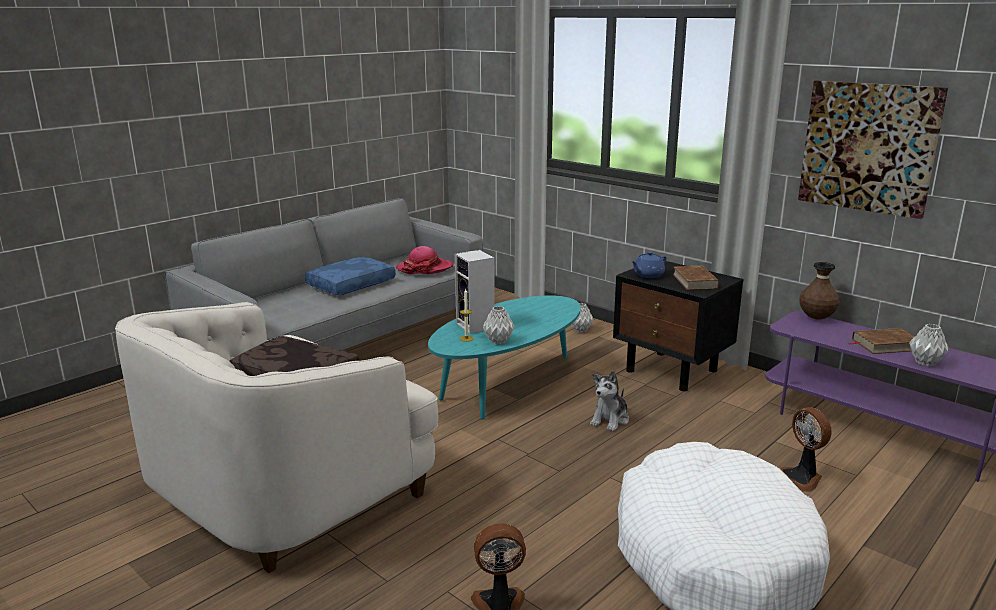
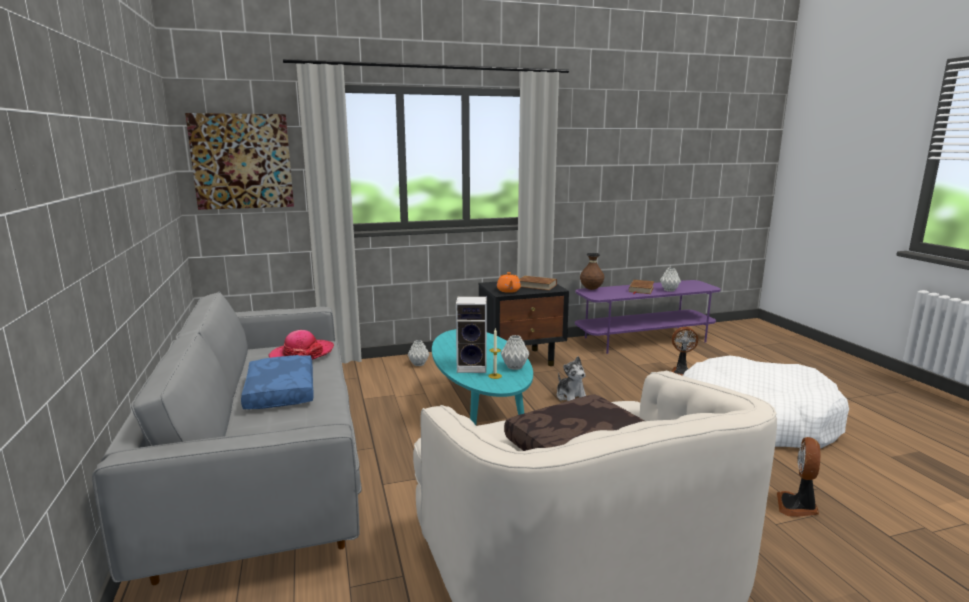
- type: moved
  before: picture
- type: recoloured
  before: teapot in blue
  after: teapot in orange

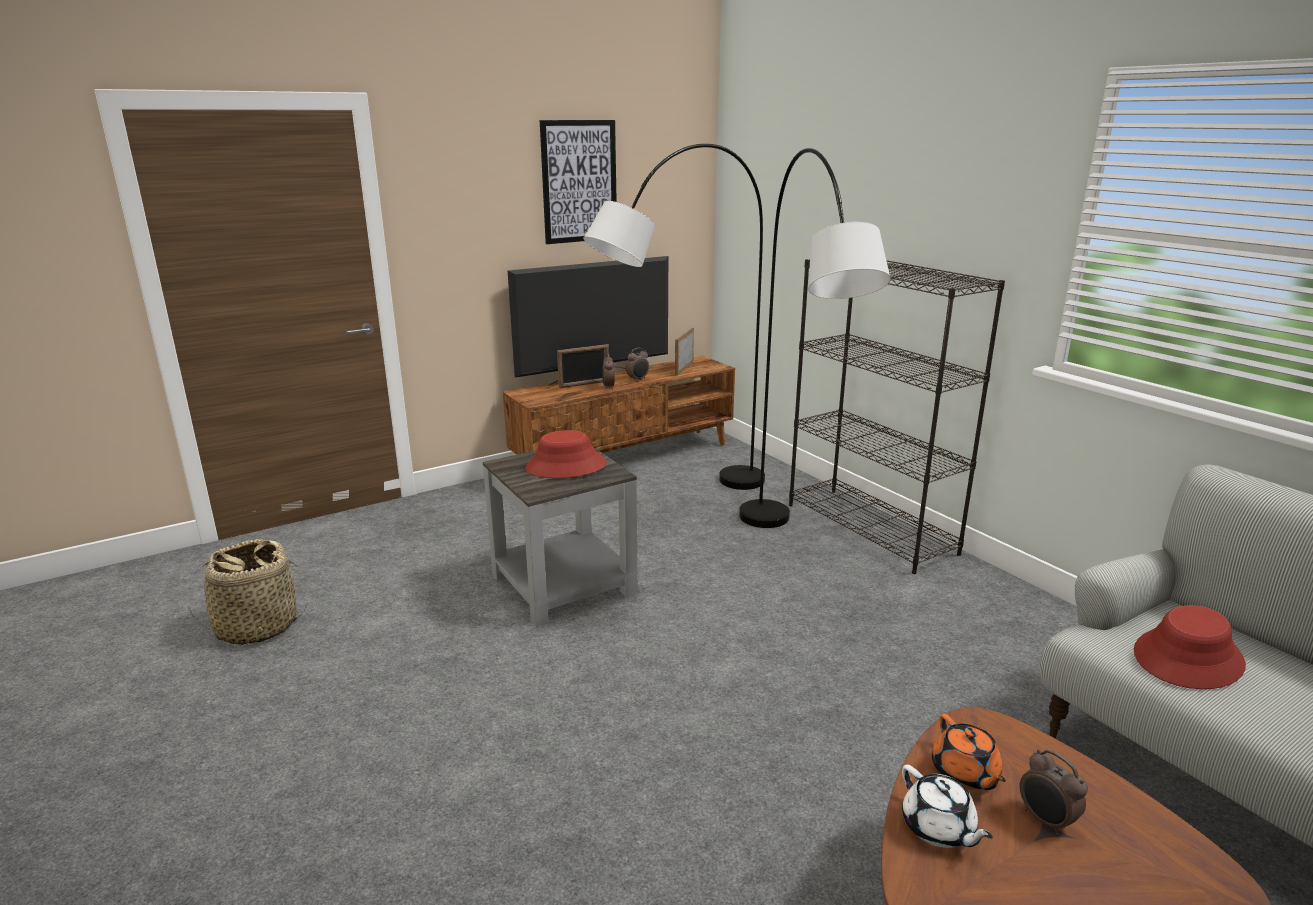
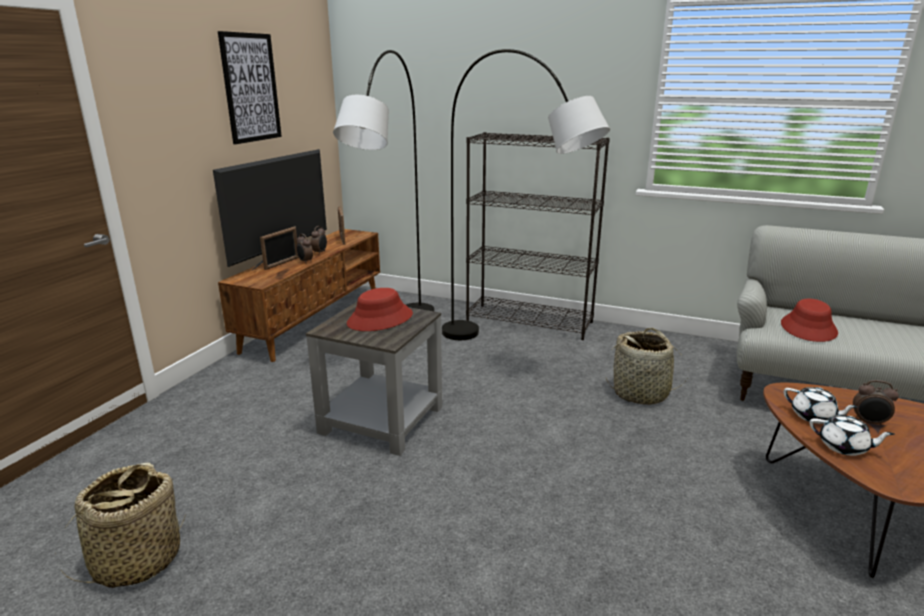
- type: added
  after: basket (2nd from left)
- type: recoloured
  before: teapot in orange
  after: teapot in white (1st from left)

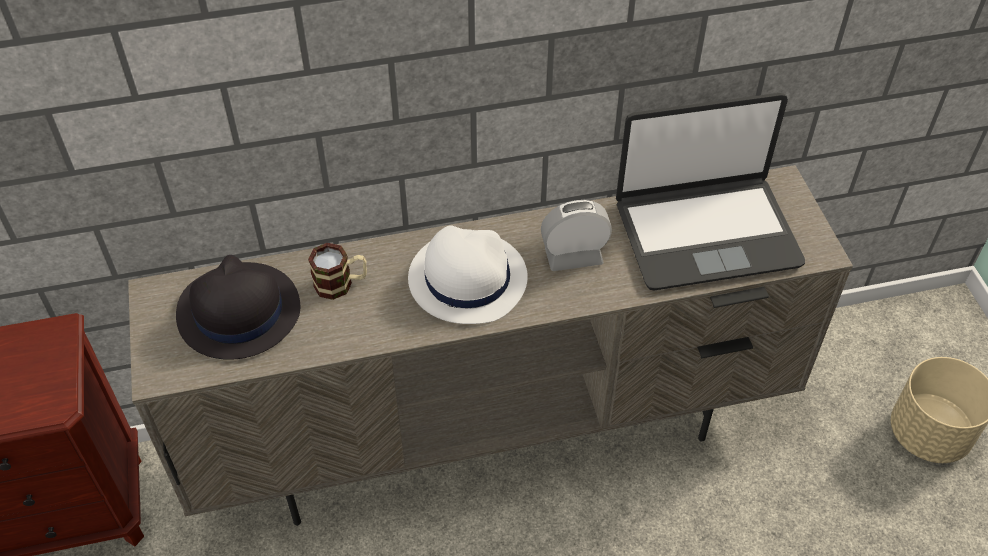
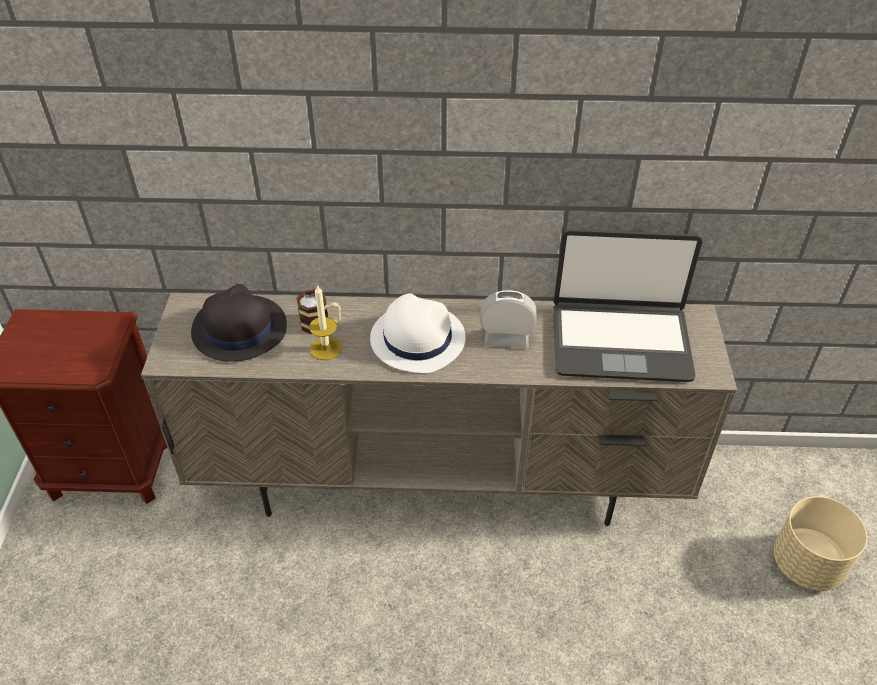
- type: added
  after: candle

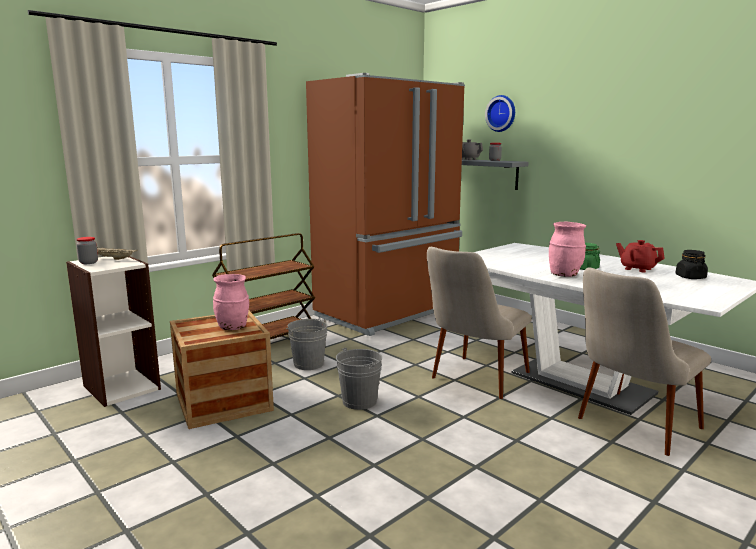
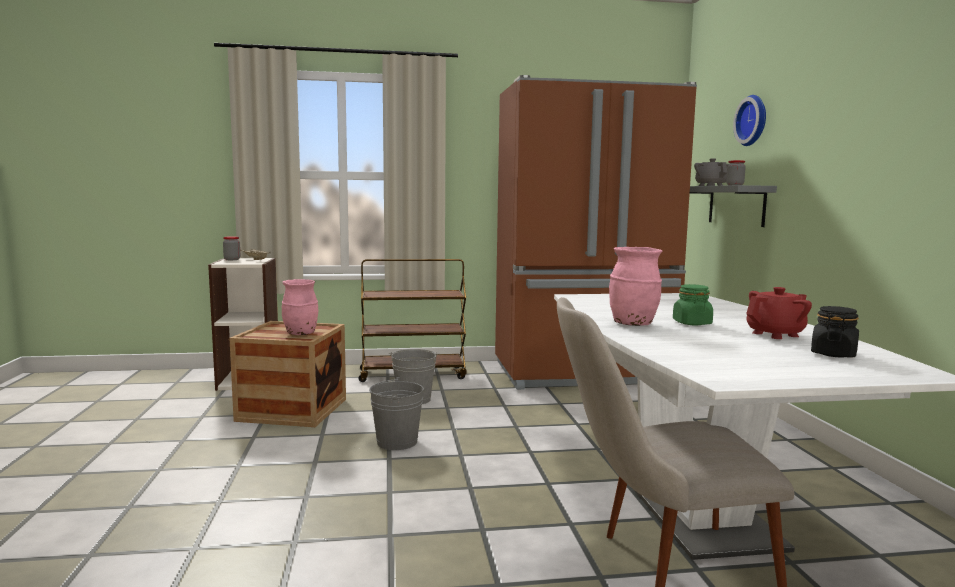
- type: removed
  before: chair in beige (1st from left)
- type: turned
  before: teapot in red
  turn: 75

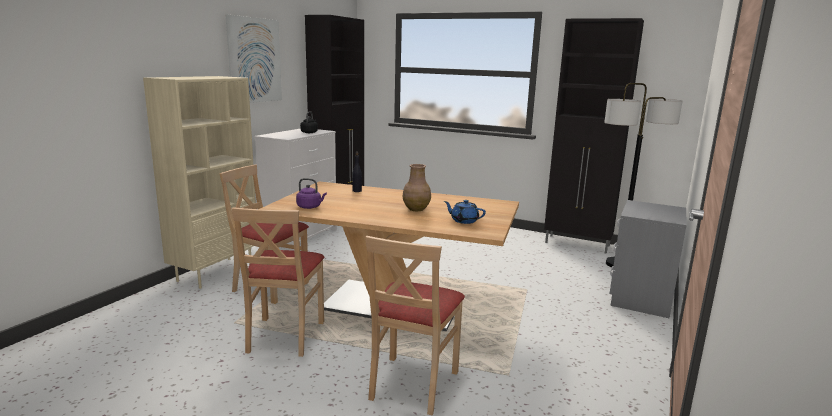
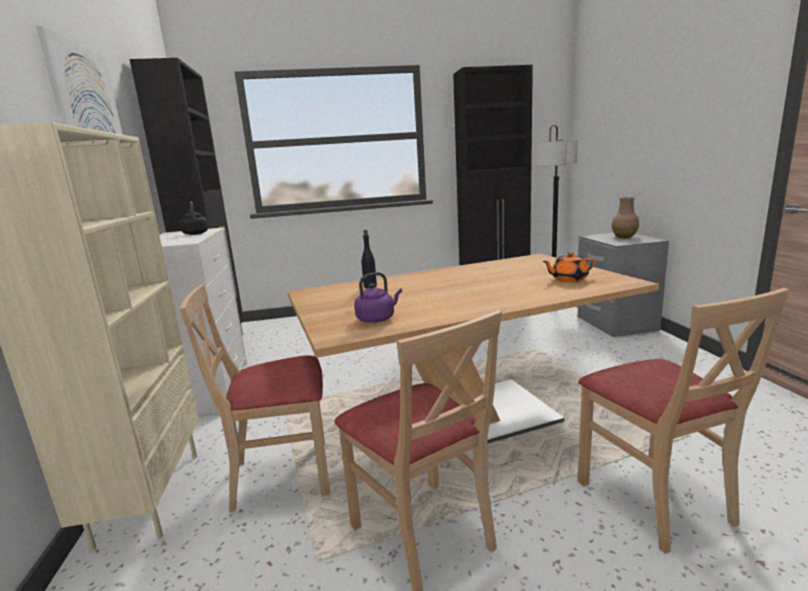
- type: moved
  before: vase in brown
- type: recoloured
  before: teapot in blue
  after: teapot in orange

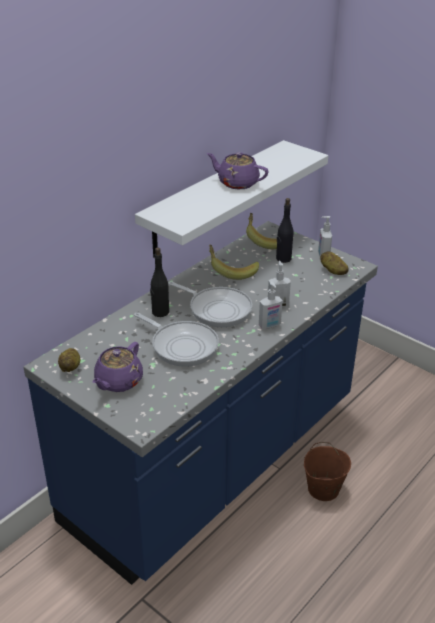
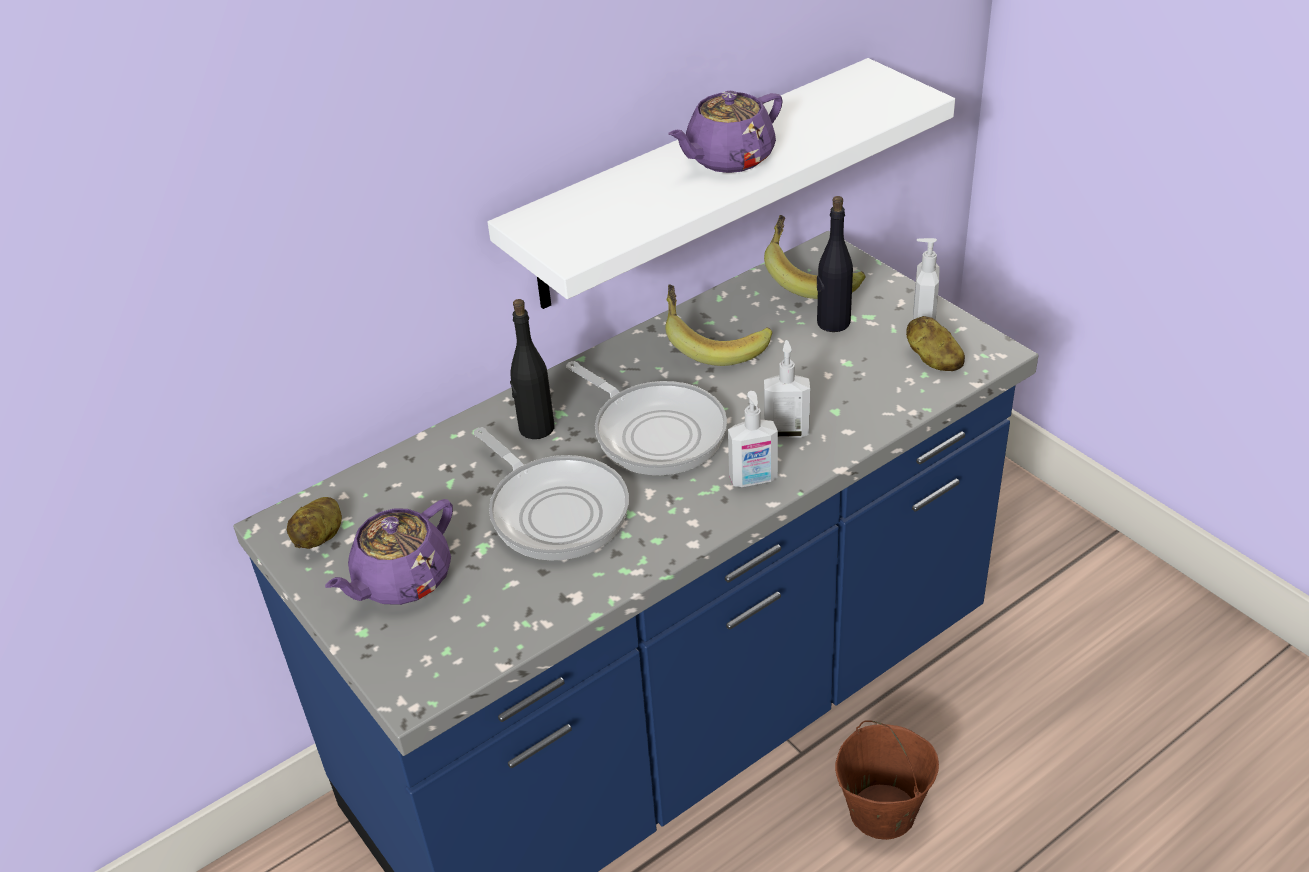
- type: turned
  before: teapot in purple (2nd from left)
  turn: -75

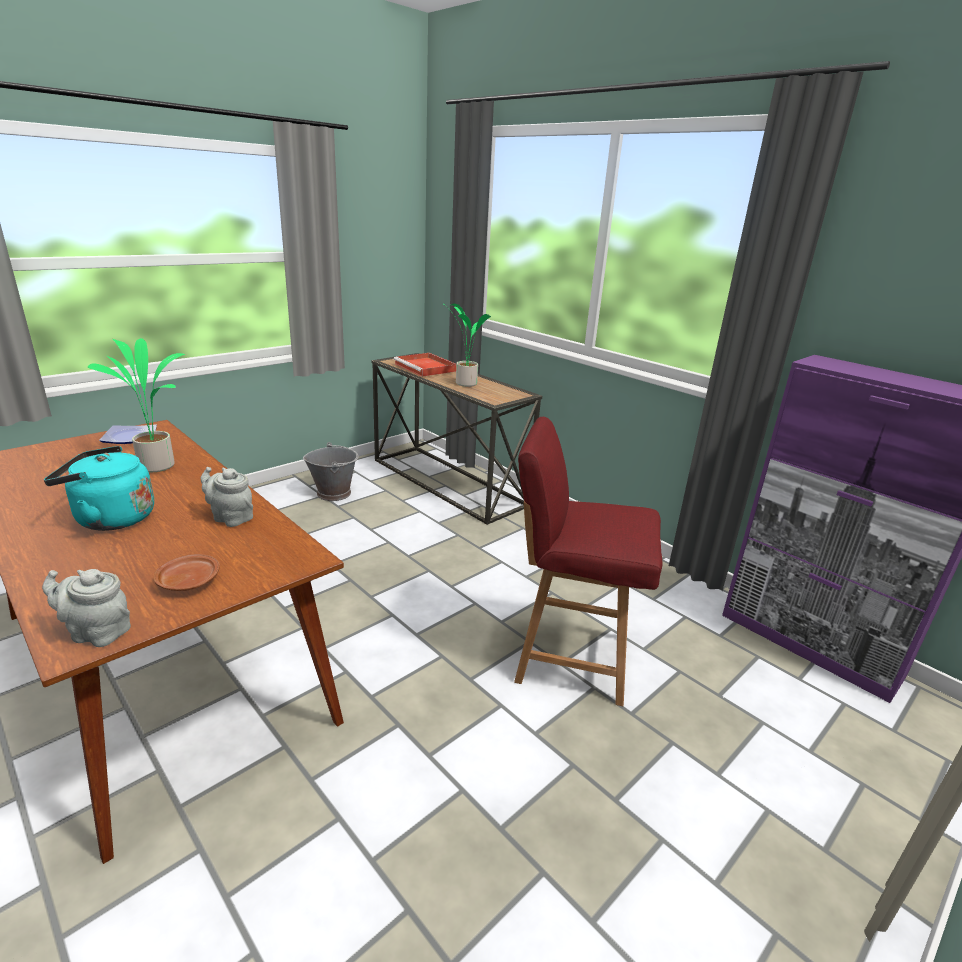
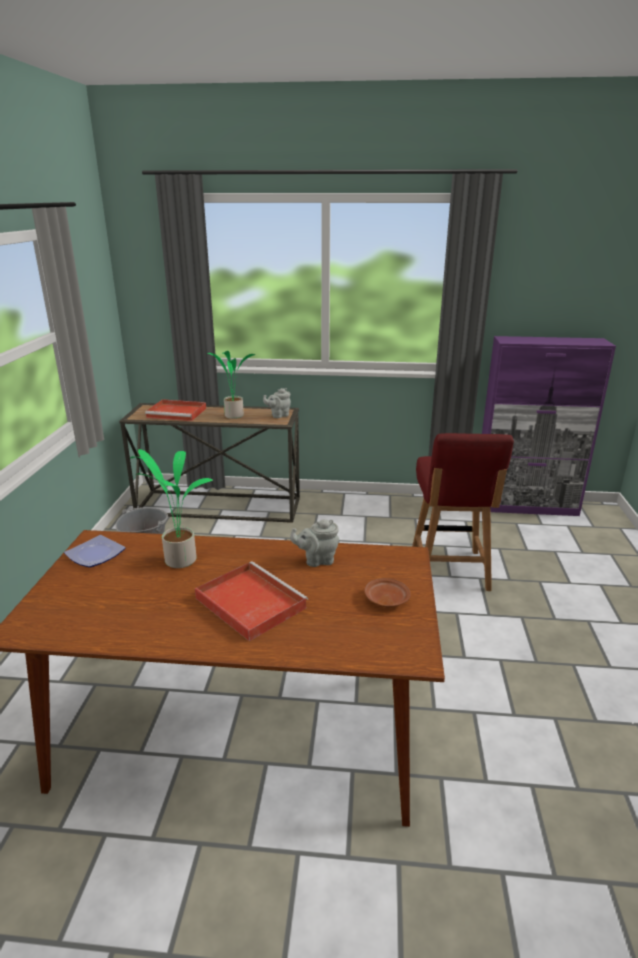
- type: moved
  before: teapot in grey (1st from left)
- type: replaced
  before: kettle in turquoise
  after: tray in red (2nd from left)
- type: turned
  before: chair in red
  turn: -60

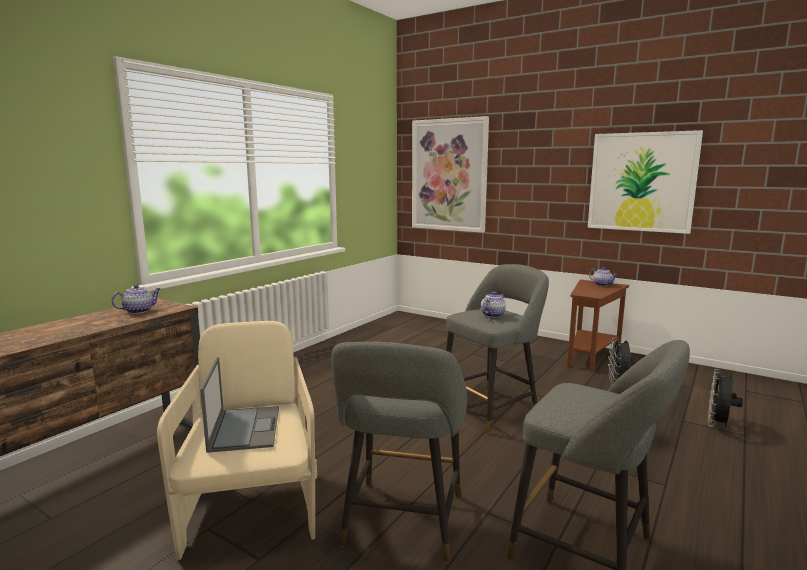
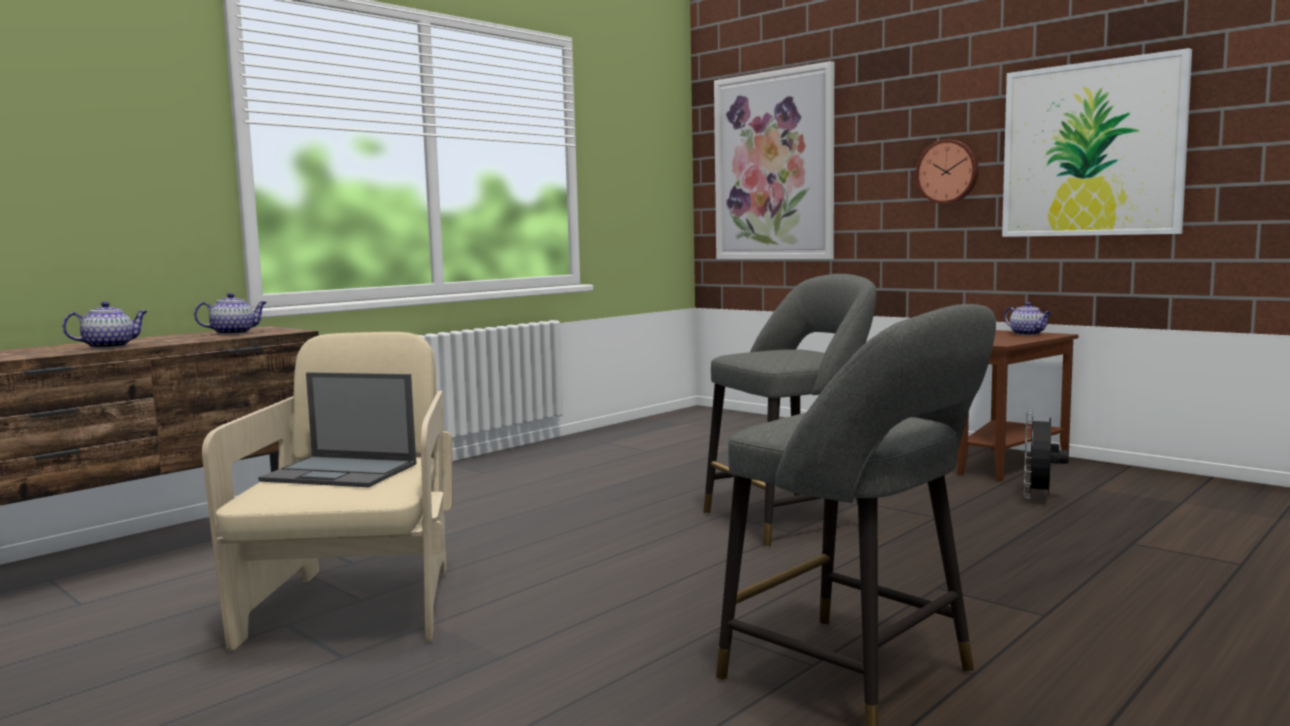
- type: removed
  before: stool in grey (1st from left)
- type: removed
  before: fan in black (2nd from left)
- type: added
  after: wall clock
- type: moved
  before: teapot (2nd from left in the first image)
  after: teapot (1st from left)
- type: turned
  before: laptop
  turn: 105

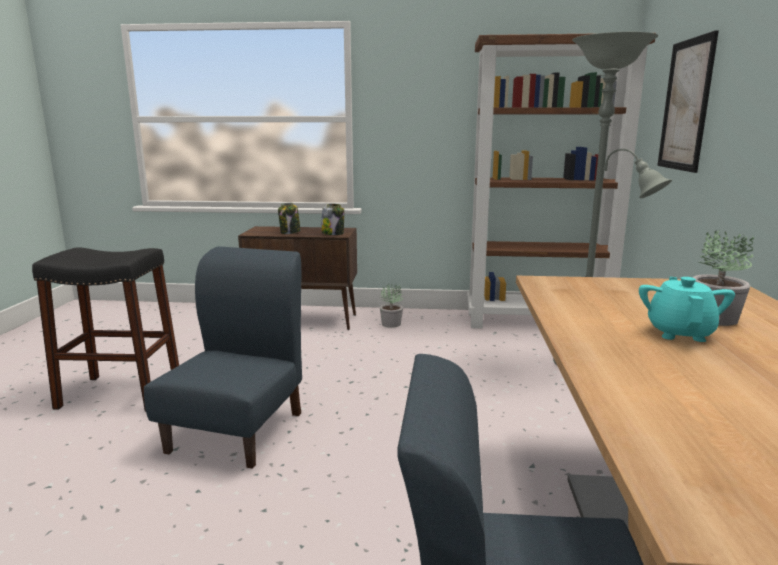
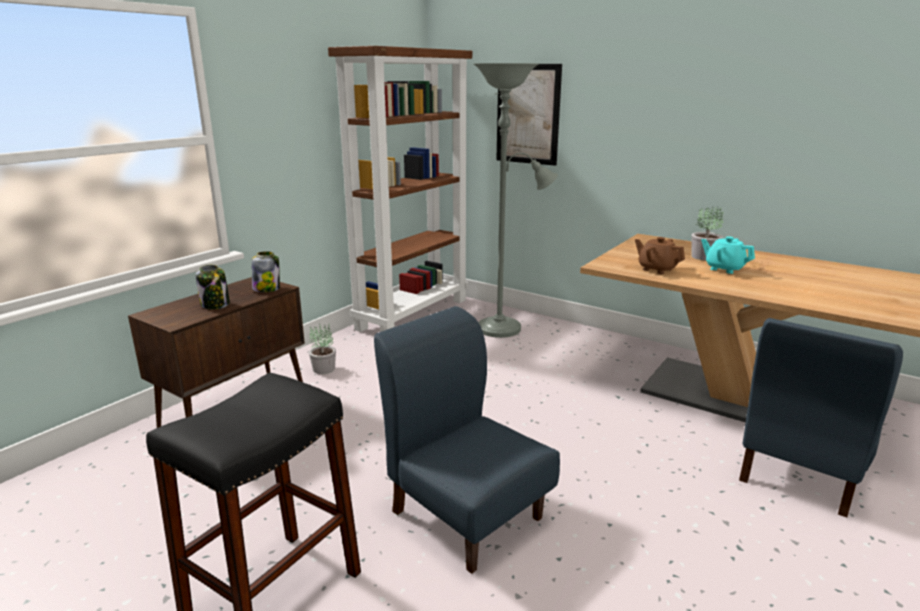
- type: added
  after: teapot in brown

